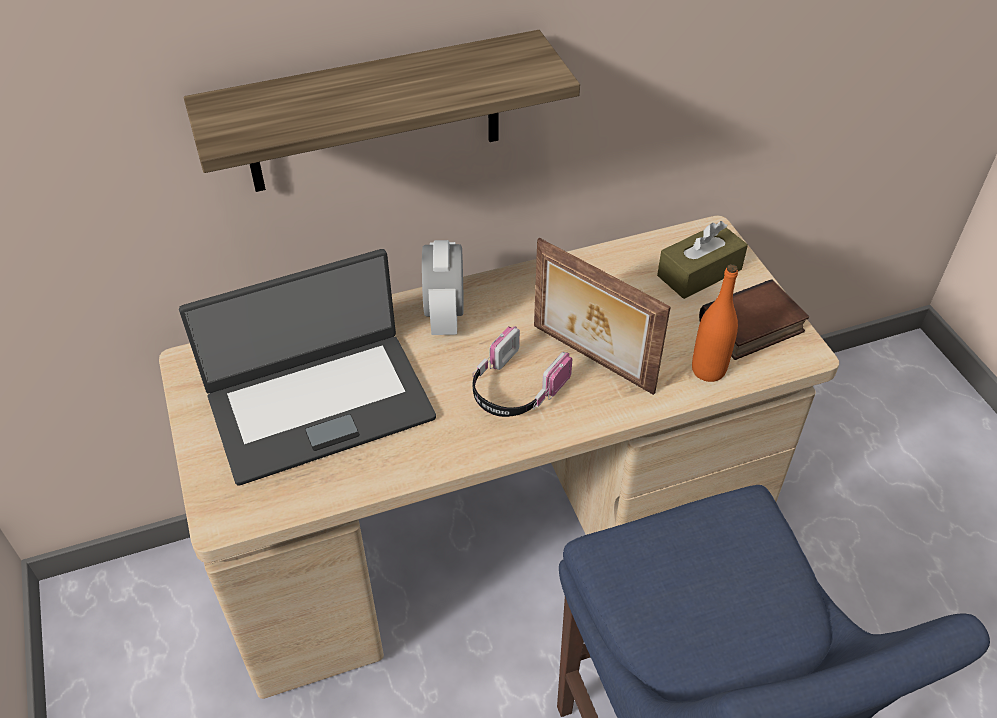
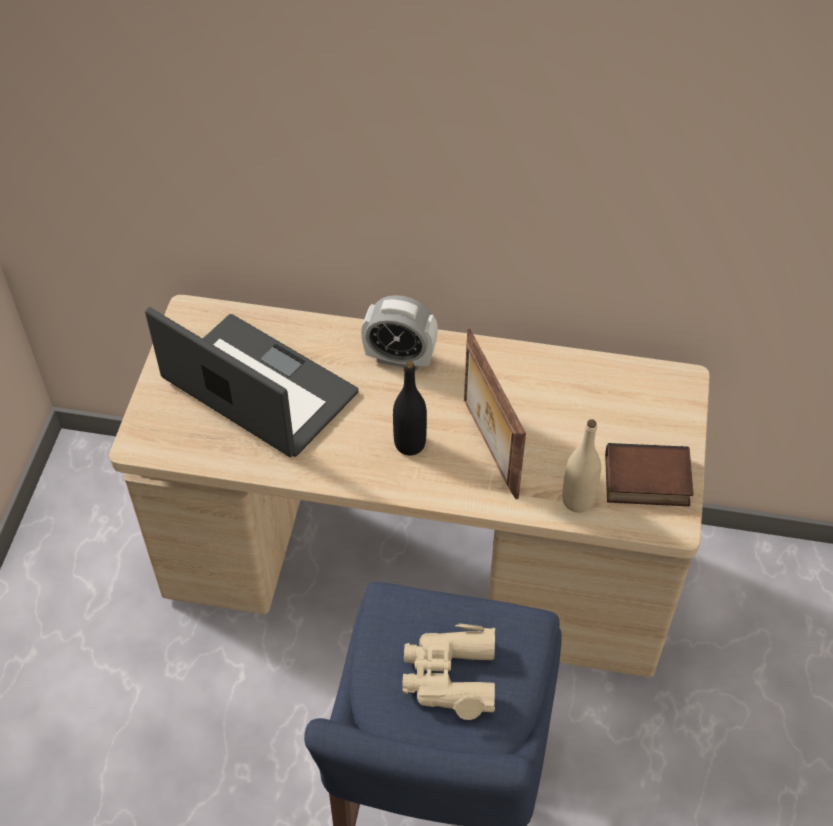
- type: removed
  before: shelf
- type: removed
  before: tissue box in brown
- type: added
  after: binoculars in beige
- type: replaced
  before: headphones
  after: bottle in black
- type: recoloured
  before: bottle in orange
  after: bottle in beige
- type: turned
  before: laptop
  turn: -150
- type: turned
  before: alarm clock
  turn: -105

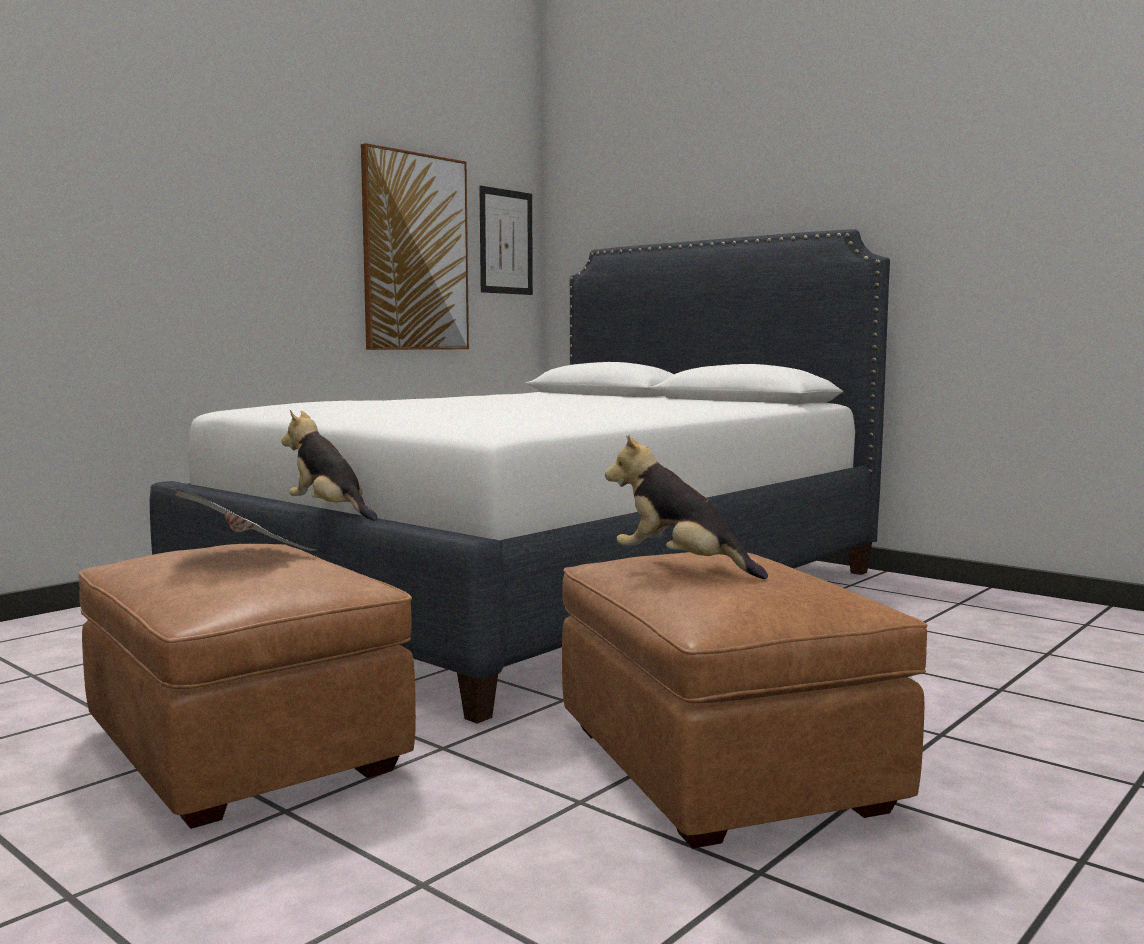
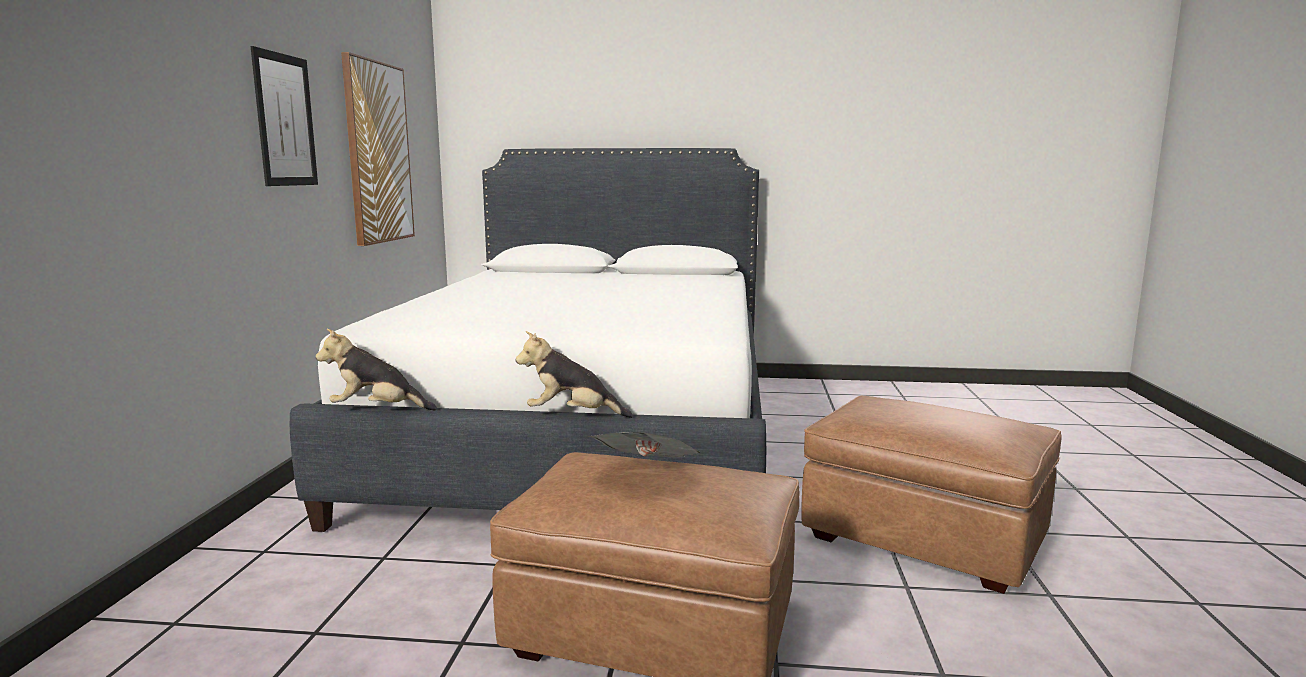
- type: moved
  before: picture (2nd from left in the first image)
  after: picture (1st from left)
- type: moved
  before: plush toy (2nd from left in the first image)
  after: plush toy (1st from left)

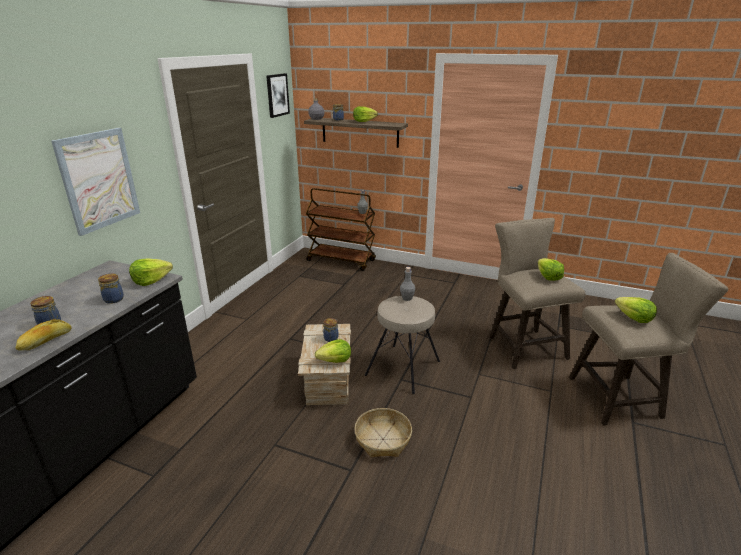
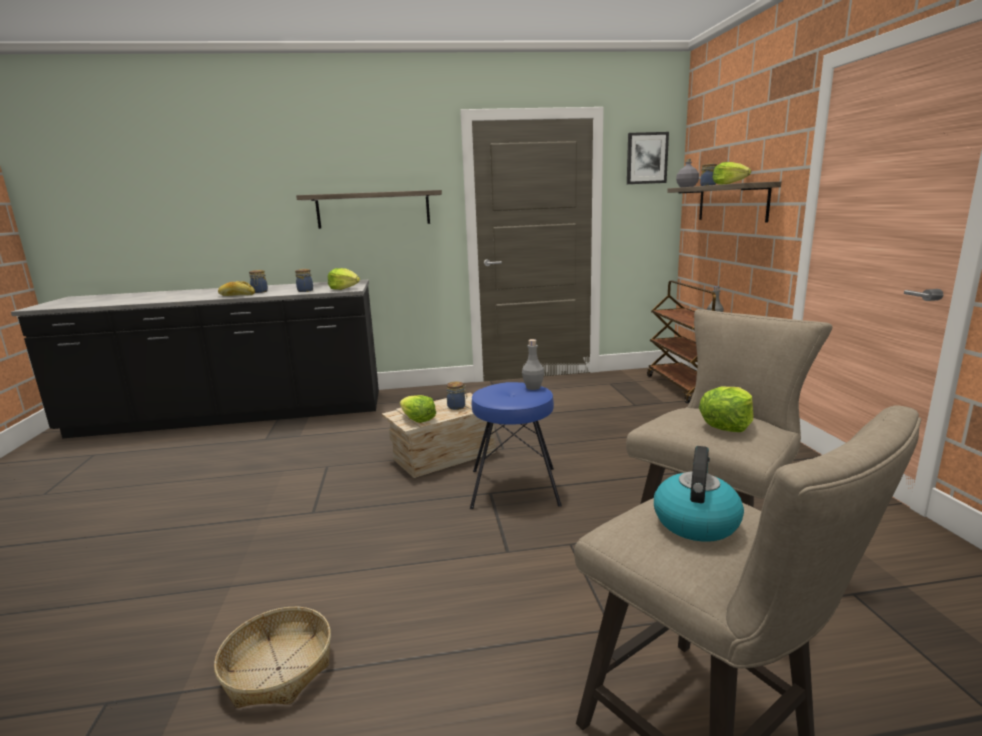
- type: moved
  before: basket
- type: replaced
  before: picture (1st from left)
  after: shelf (1st from left)
- type: replaced
  before: lettuce (5th from left)
  after: kettle
- type: recoloured
  before: stool in beige (1st from left)
  after: stool in blue

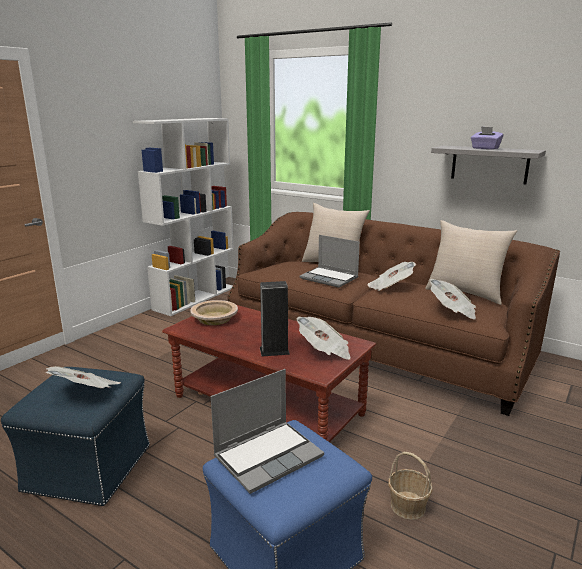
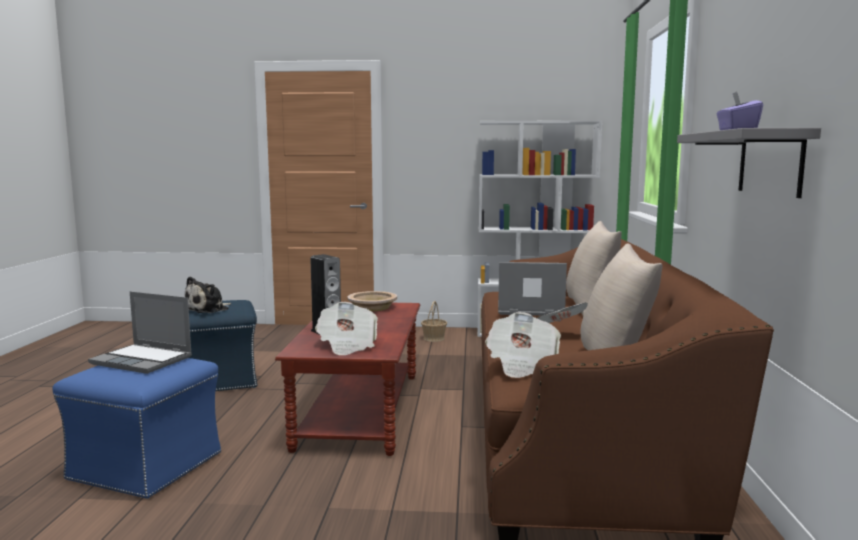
- type: moved
  before: basket
- type: replaced
  before: newspaper (1st from left)
  after: plush toy
- type: turned
  before: laptop (2nd from left)
  turn: 90

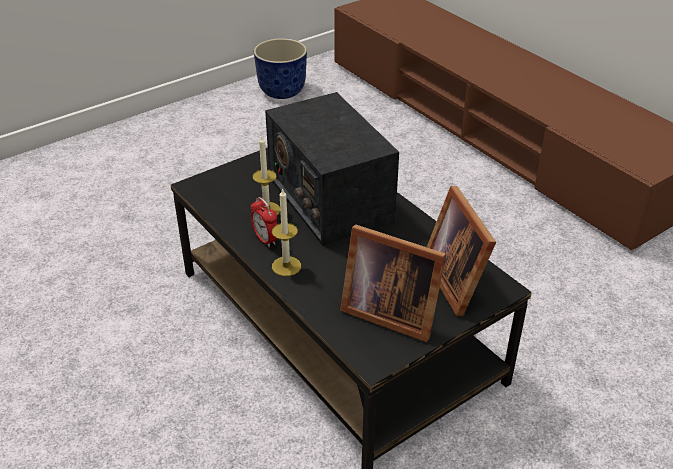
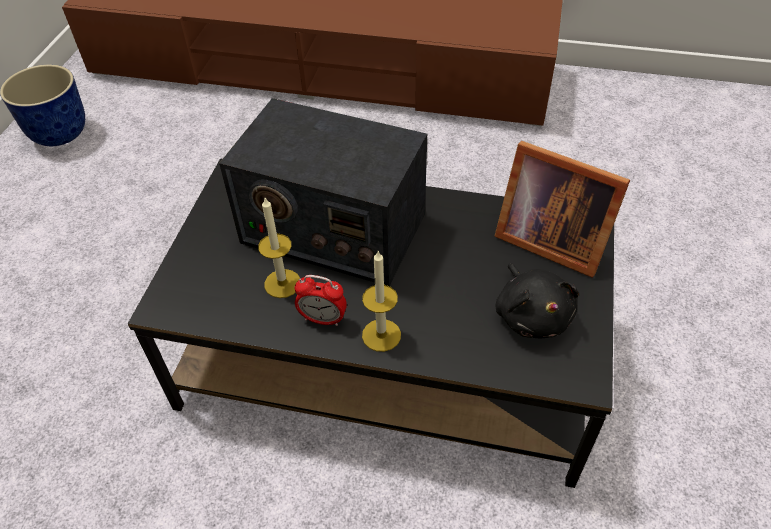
- type: replaced
  before: picture frame (1st from left)
  after: plush toy in black

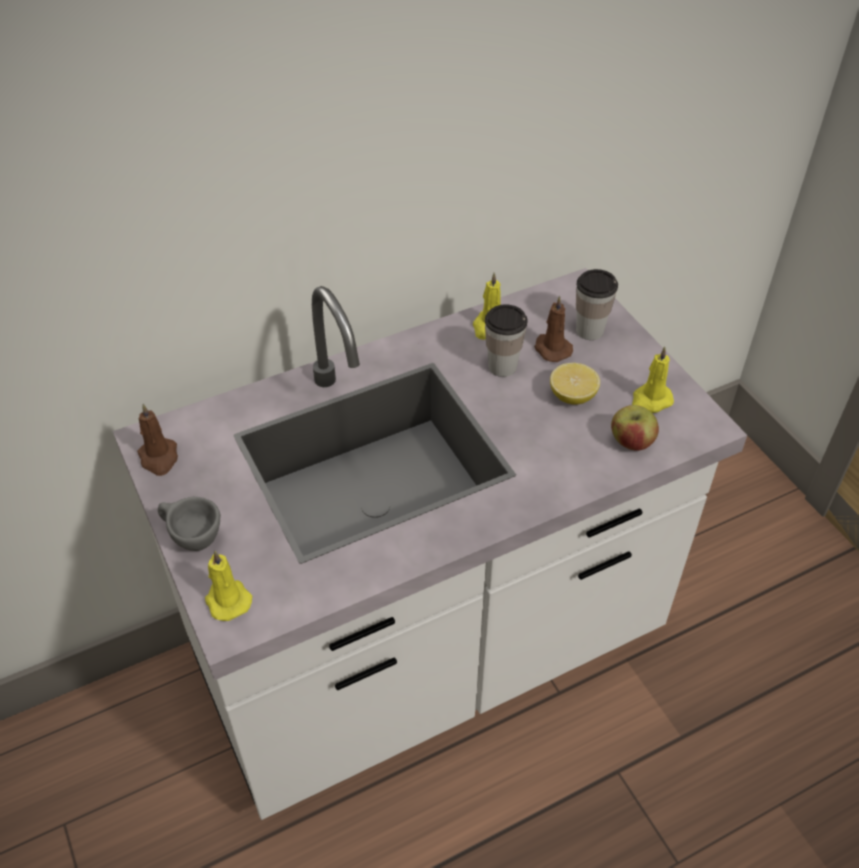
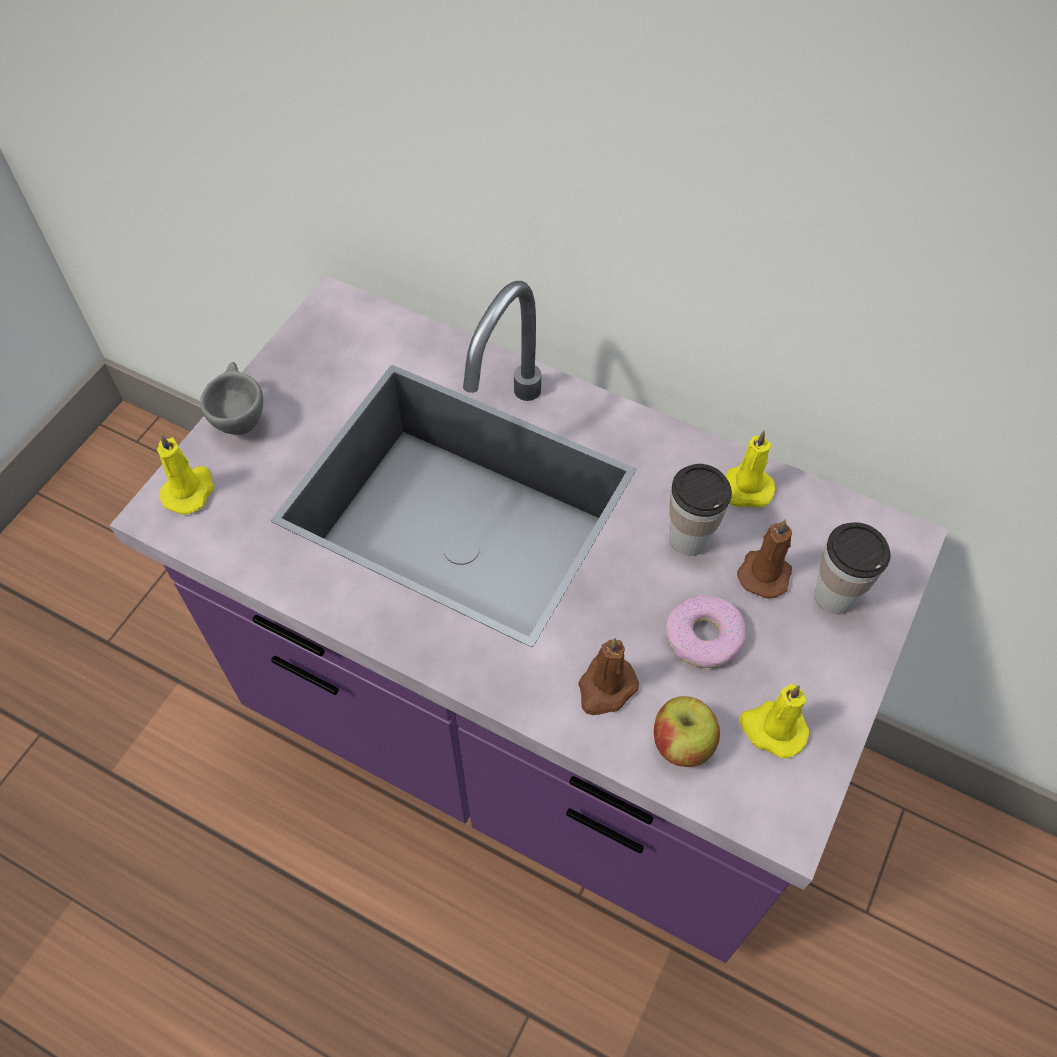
- type: moved
  before: candle in brown (1st from left)
- type: replaced
  before: lemon
  after: donut
- type: recoloured
  before: counter in white
  after: counter in purple

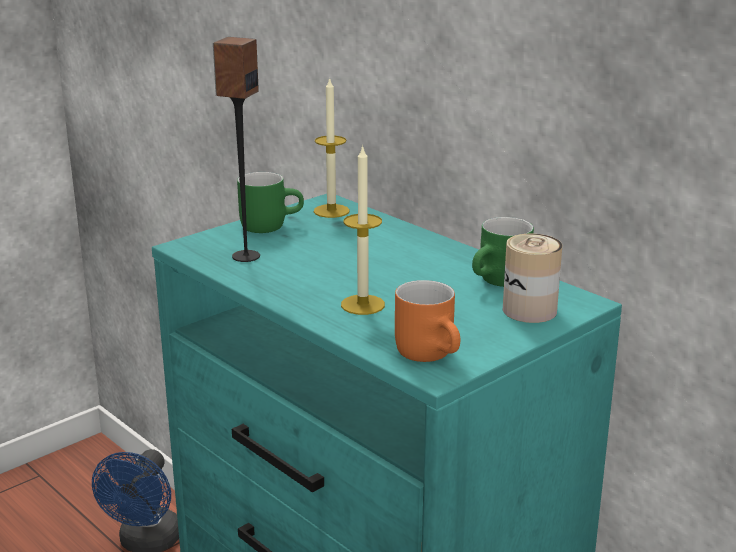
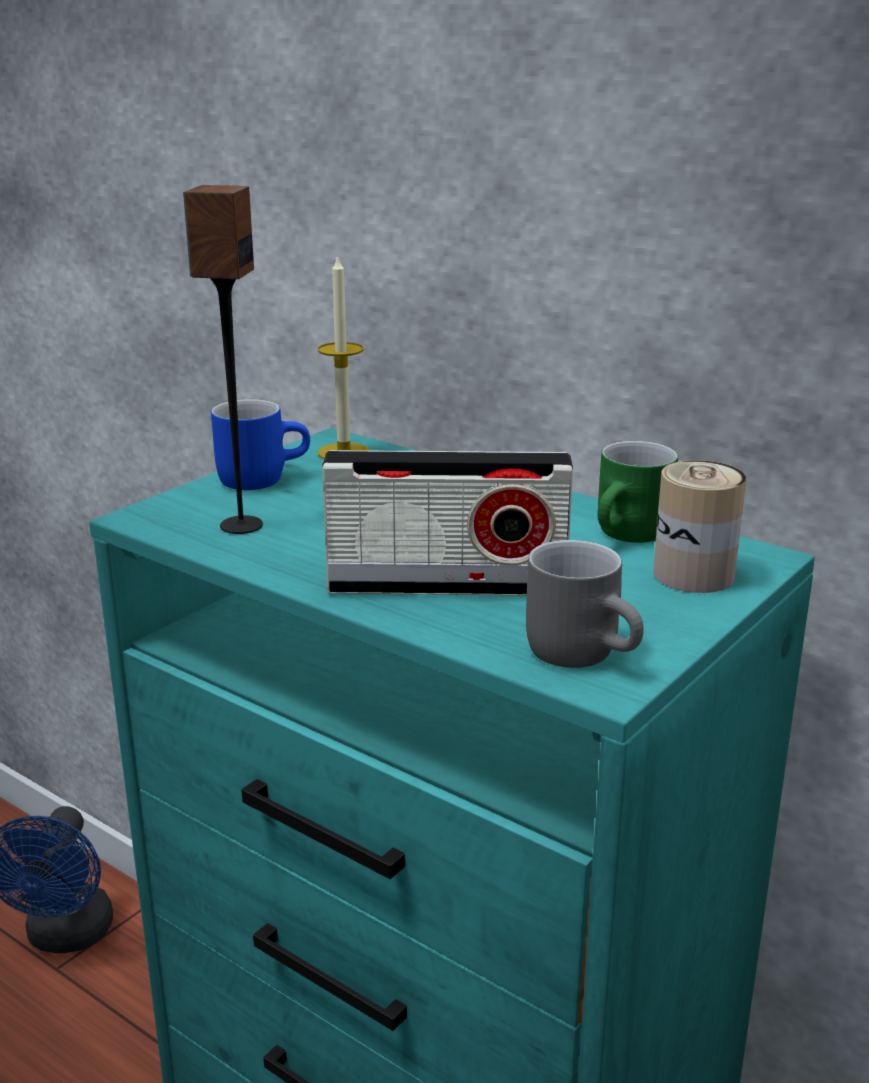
- type: replaced
  before: candle (2nd from left)
  after: radio
- type: recoloured
  before: mug in green (1st from left)
  after: mug in blue
- type: recoloured
  before: mug in orange
  after: mug in grey

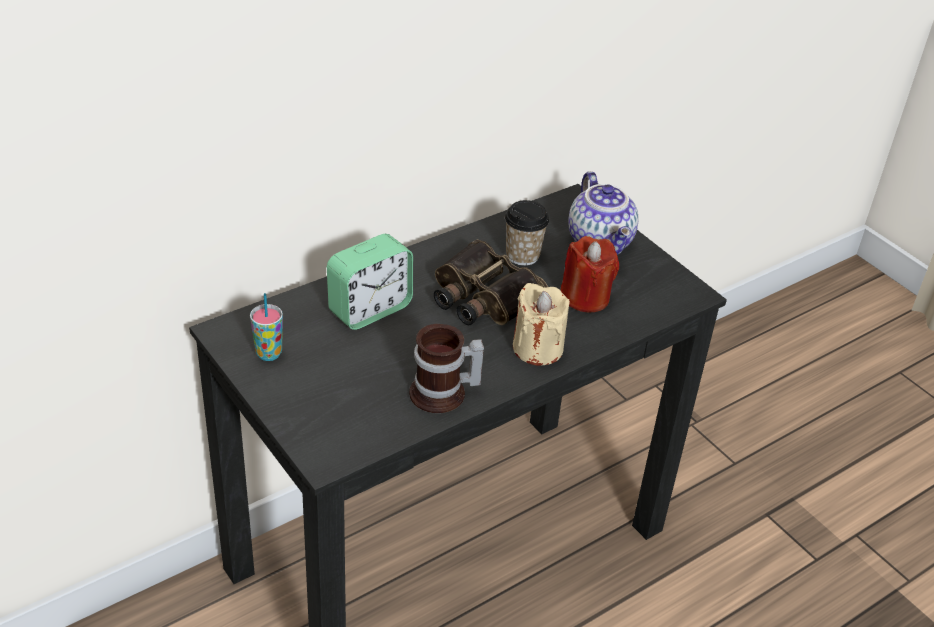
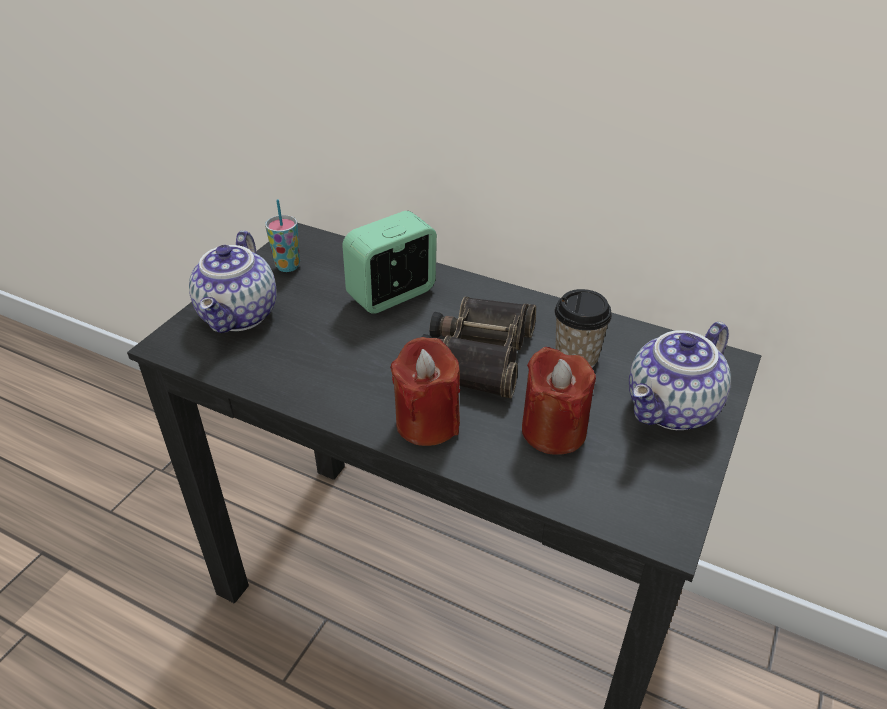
- type: removed
  before: mug
- type: added
  after: teapot (1st from left)
- type: recoloured
  before: candle in beige
  after: candle in red (1st from left)
- type: turned
  before: alarm clock
  turn: 120

